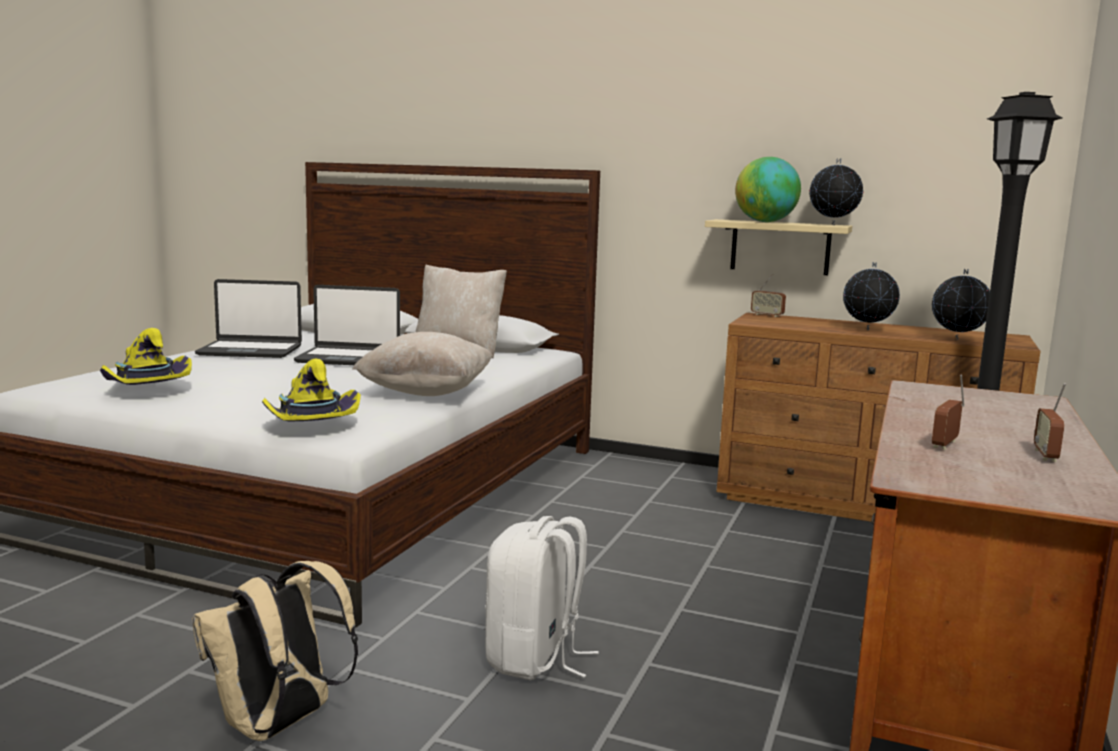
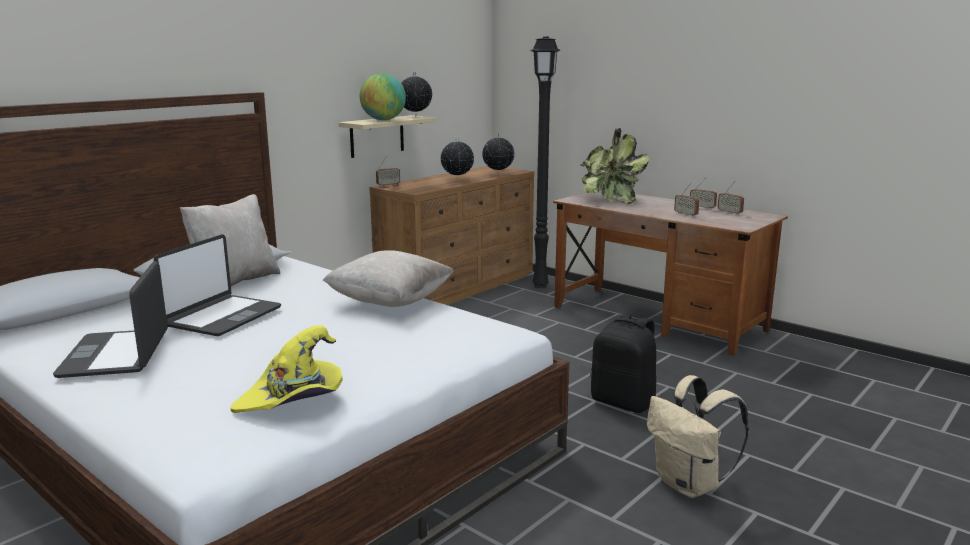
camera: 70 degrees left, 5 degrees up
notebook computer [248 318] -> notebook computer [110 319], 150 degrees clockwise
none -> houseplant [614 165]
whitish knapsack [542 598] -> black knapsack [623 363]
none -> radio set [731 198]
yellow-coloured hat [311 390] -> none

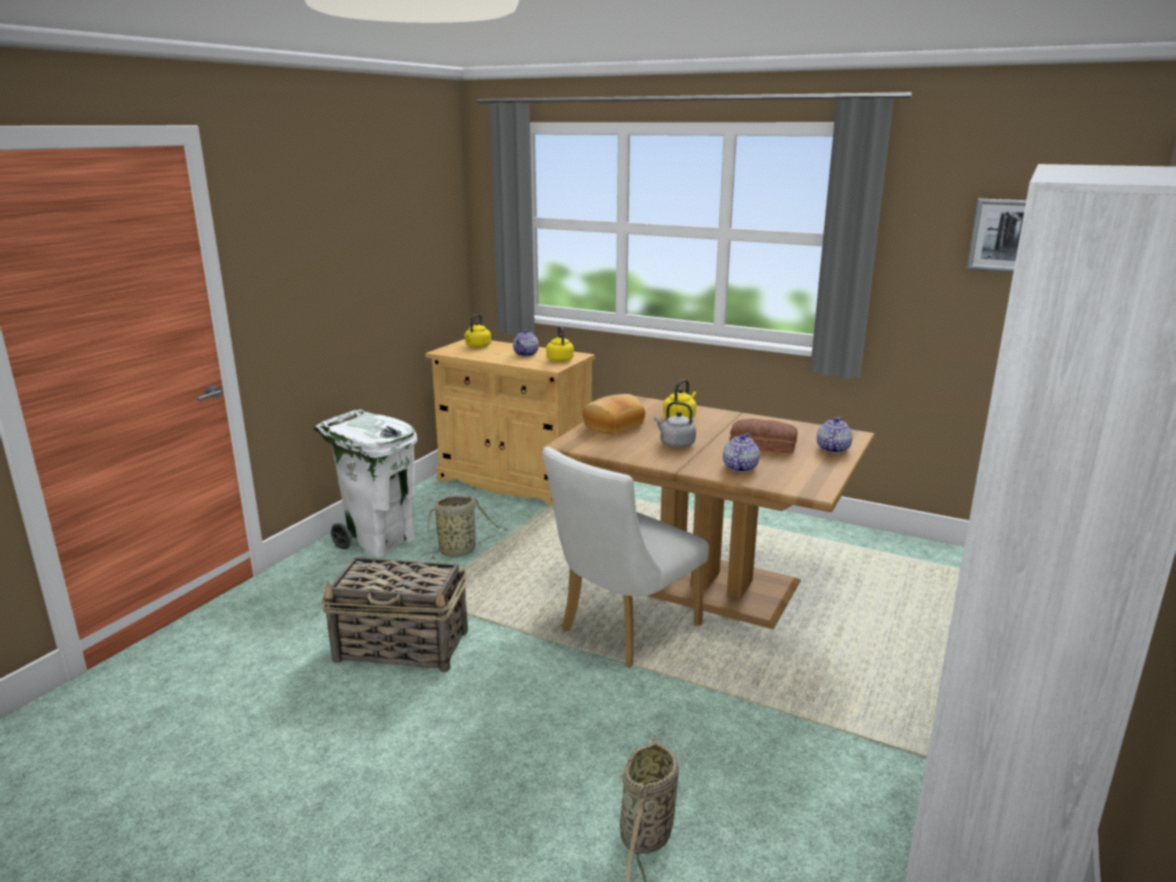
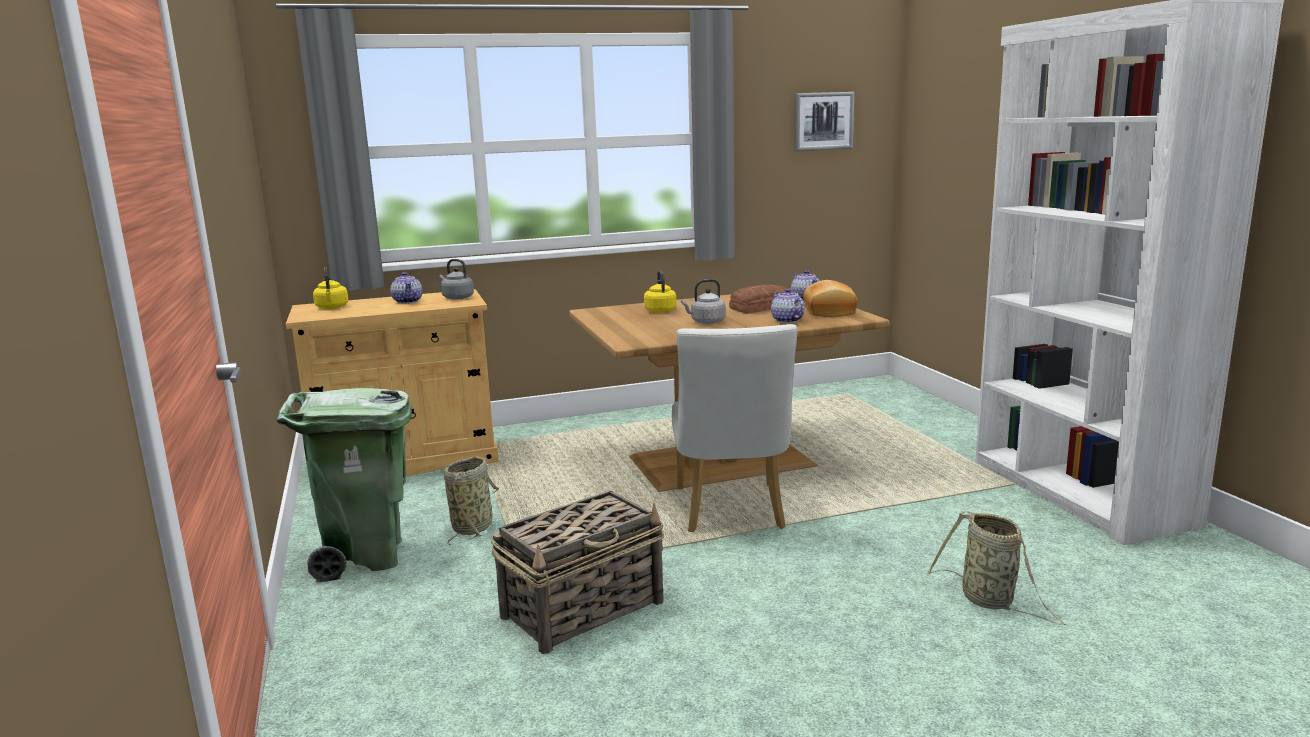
camera: 45 degrees left, 5 degrees down
whitish waste bin [365 483] -> greenish waste bin [344 485]
yellow-coloured tea kettle [560 344] -> greyish tea kettle [456 279]
bread [614 414] -> bread [830 298], moved

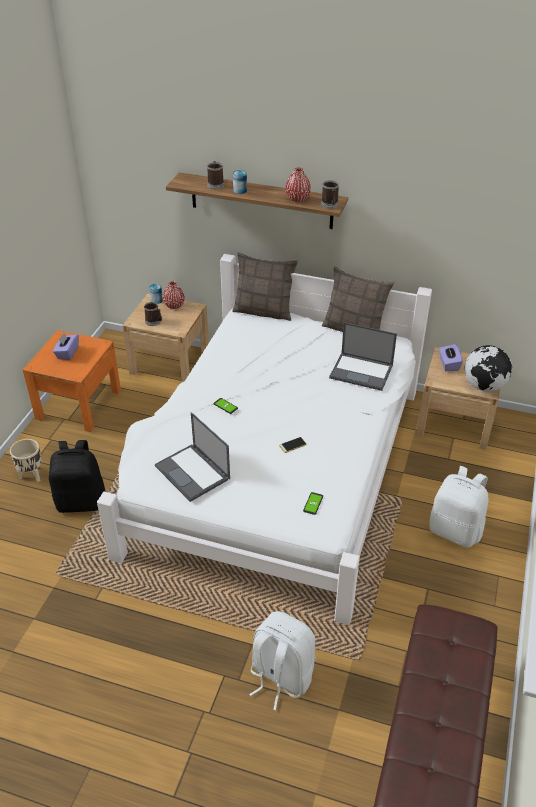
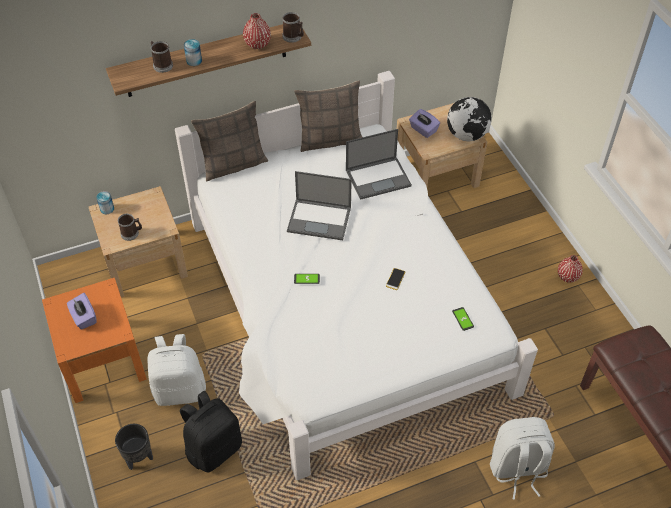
camera: 40 degrees left, 10 degrees up
beige plant pot [26 460] -> black plant pot [134 447]
whitish knapsack [458 507] -> whitish knapsack [176 370], moved
notebook computer [192 457] -> notebook computer [319 205], moved
red decorative vase [174 295] -> red decorative vase [570 269], moved

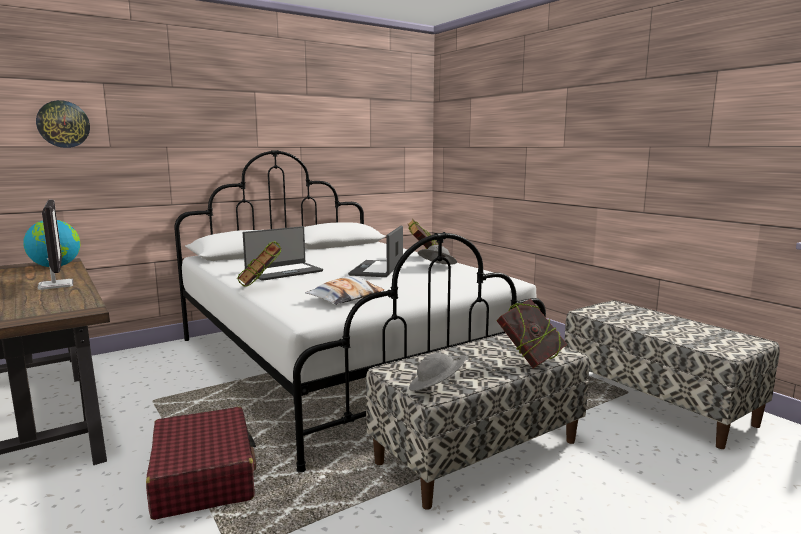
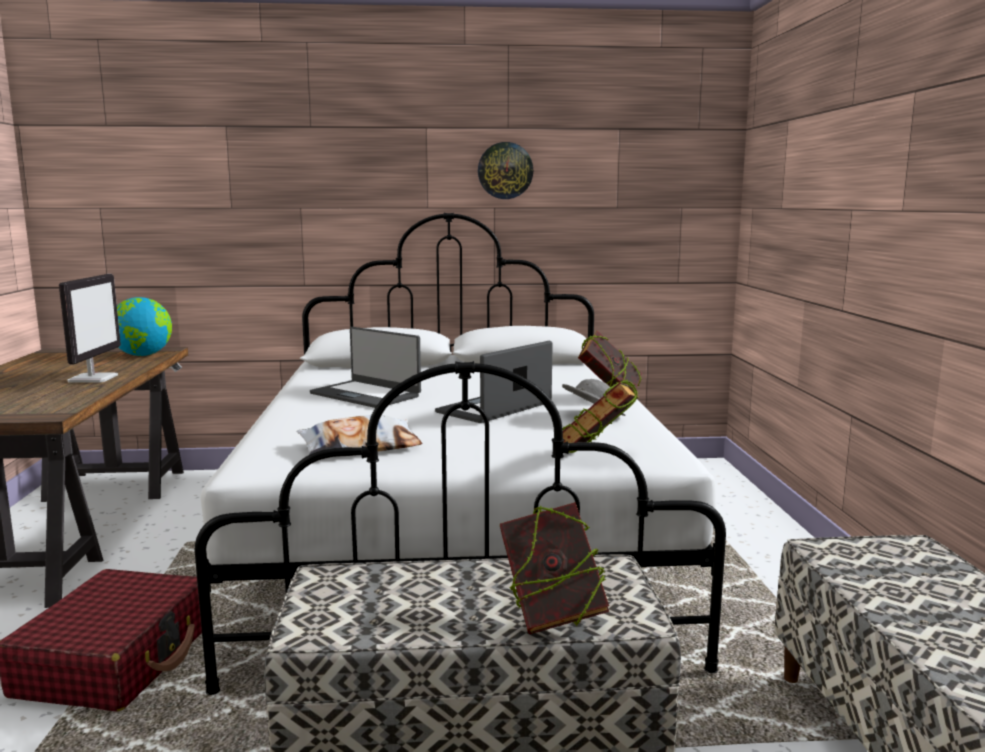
camera: 30 degrees right, 0 degrees up
notebook computer [283 253] -> notebook computer [365 367], 45 degrees clockwise
clock on the wall [63 124] -> clock on the wall [505 170], moved
volume [259 263] -> volume [601 416], moved
greyish hat [437 372] -> none

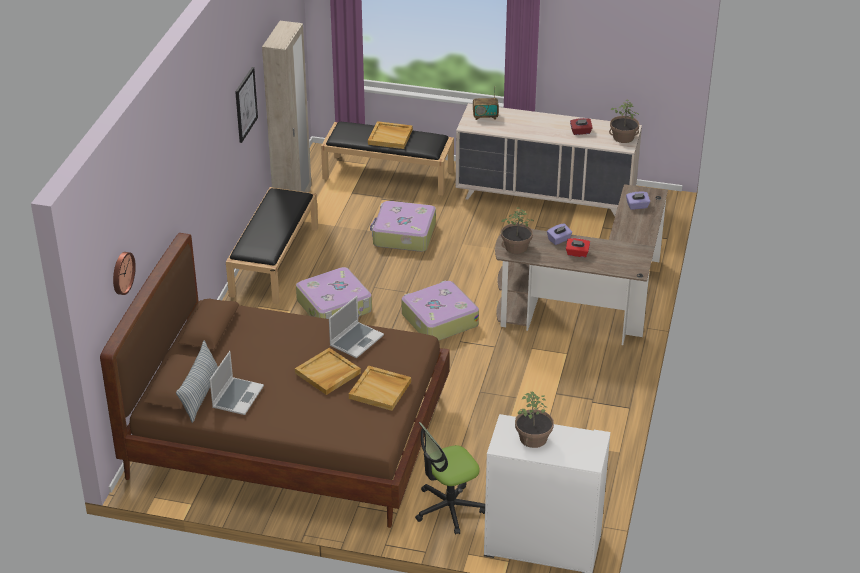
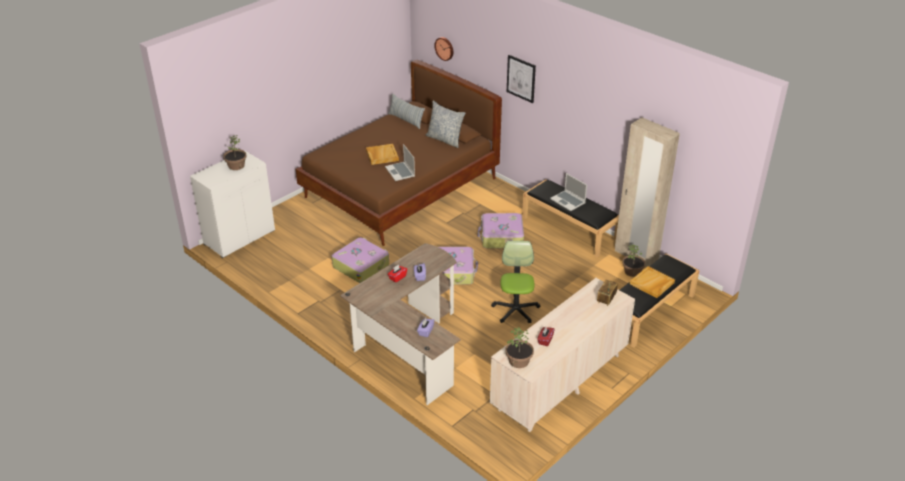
camera: 120 degrees right, 0 degrees up
piece of luggage [403 226] -> piece of luggage [360 260], moved
none -> throw pillow [445 124]
computer chair [450 478] -> computer chair [515 282], moved
wall art [246 105] -> wall art [521 79], moved
notebook computer [237 383] -> notebook computer [568 192], moved
houseplant [517 230] -> houseplant [633 260], moved
beige tray [380 388] -> none

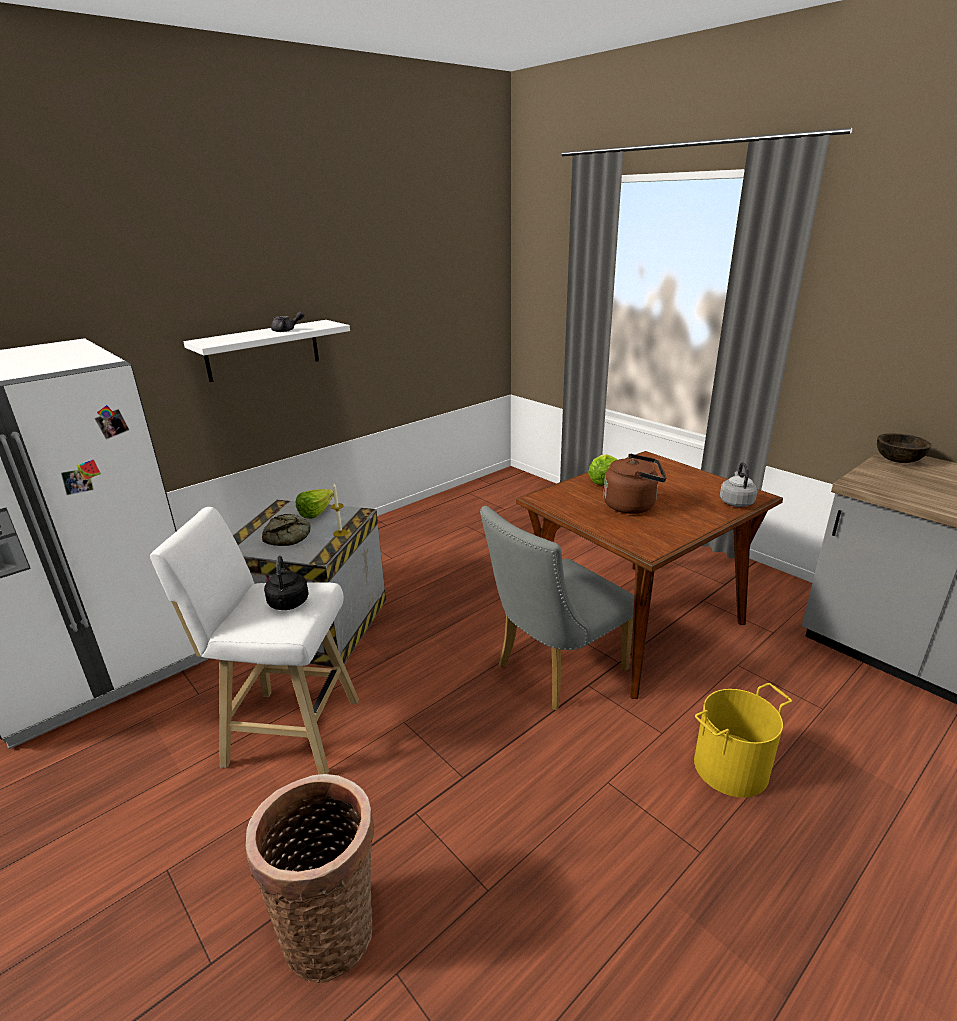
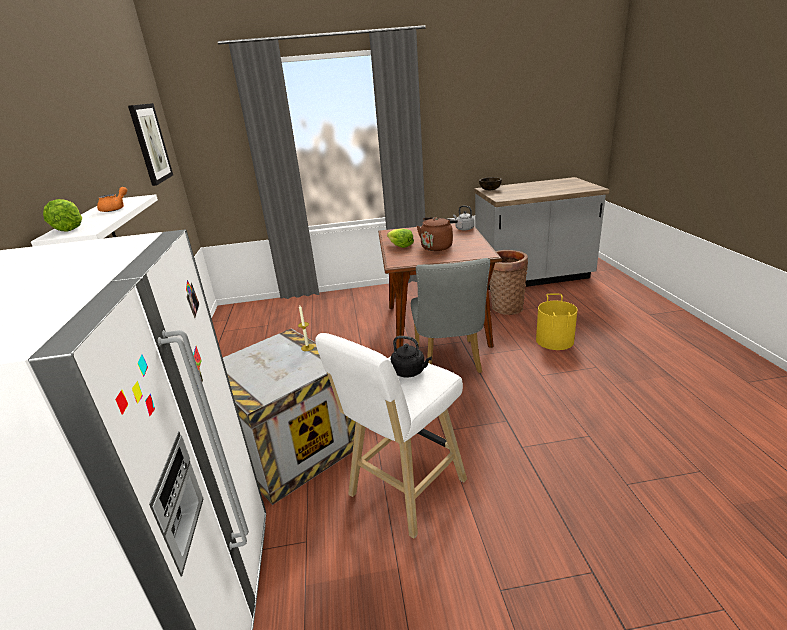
camera: 55 degrees left, 0 degrees up
lettuce [315 504] -> lettuce [62 215], moved
greyish pot for tea [287 321] -> orangey pot for tea [112 199]
none -> wall art [150 144]
storage basket [310 878] -> storage basket [508 282], moved
bread [286 530] -> none

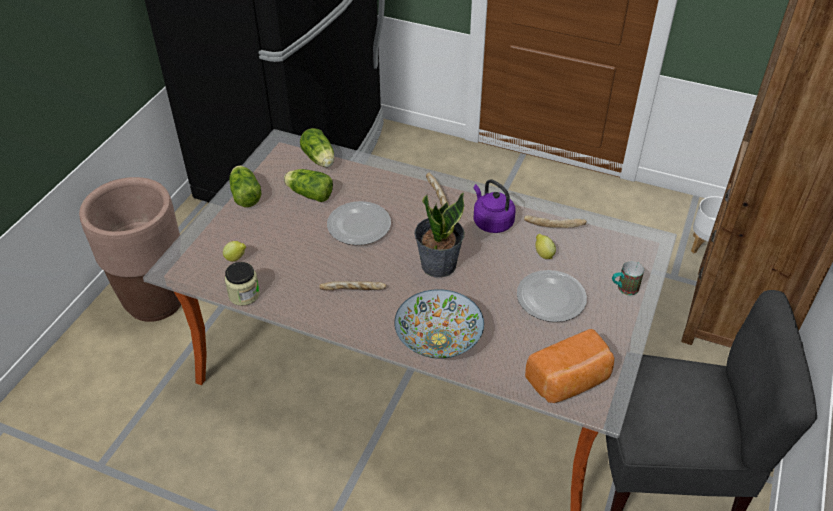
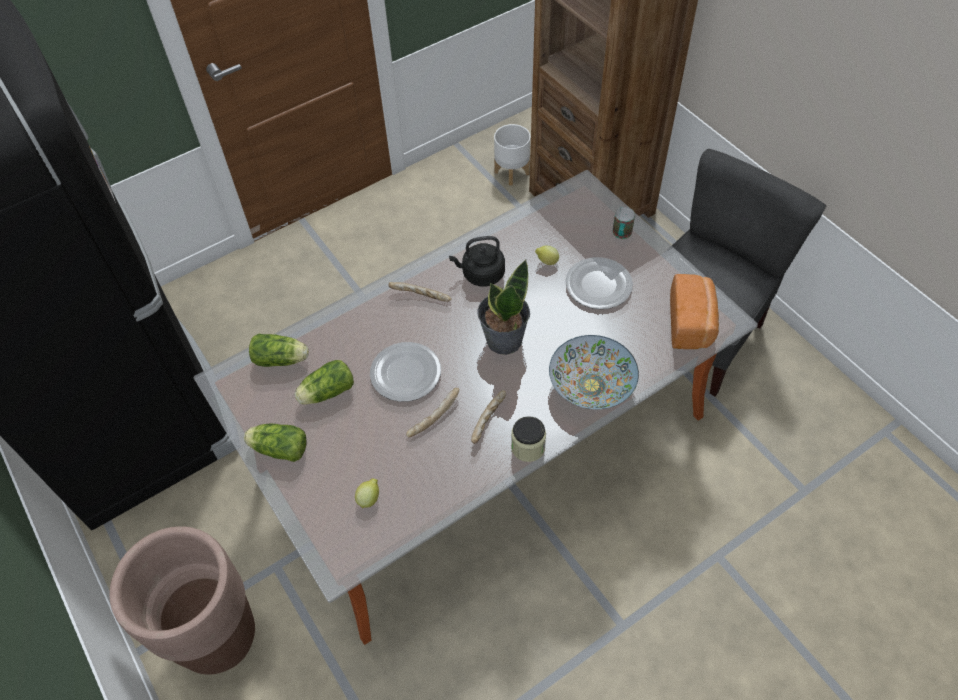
camera: 55 degrees left, 10 degrees up
bread [555 221] -> bread [432 412], moved
purple-coloured tea kettle [494 206] -> black tea kettle [477 261]
jar [242 284] -> jar [528 439], moved

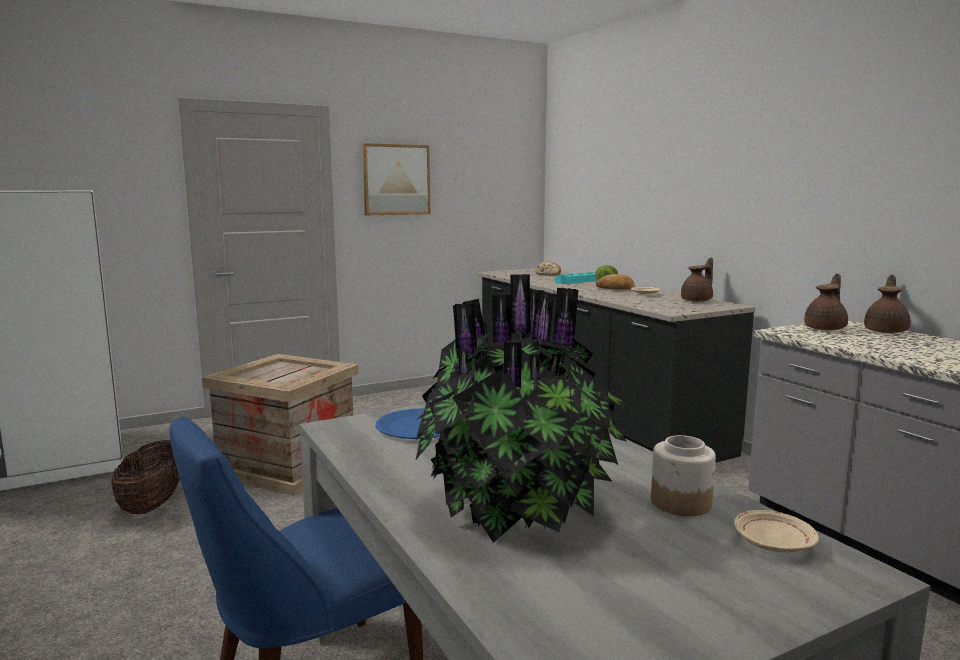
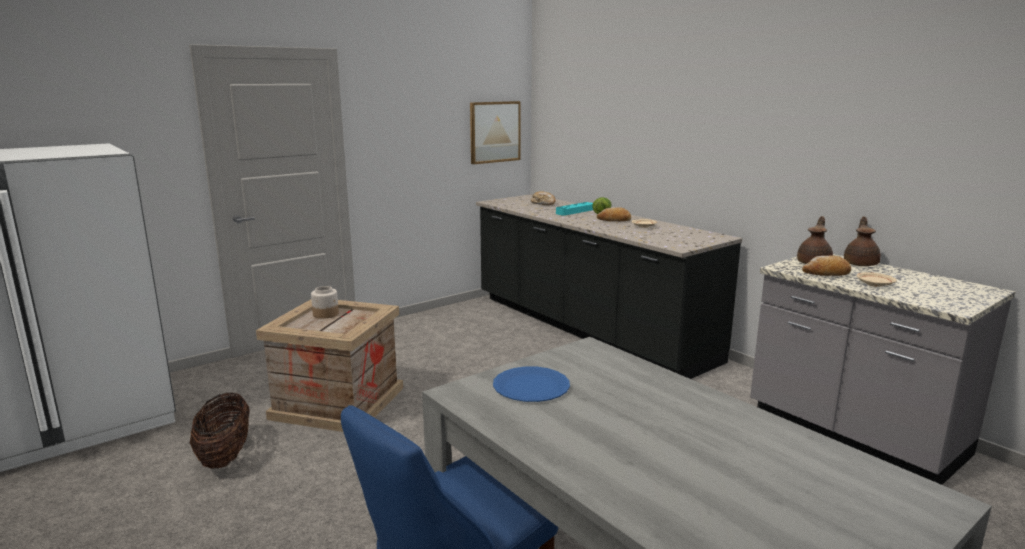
camera: 10 degrees left, 5 degrees up
jar [683 475] -> jar [325 302], moved
wall art [396 179] -> wall art [495 132], moved
none -> bread [826 265]
beige plate [776 531] -> beige plate [877 279], moved
houseplant [522 408] -> none
brownish pot for tea [697 279] -> none

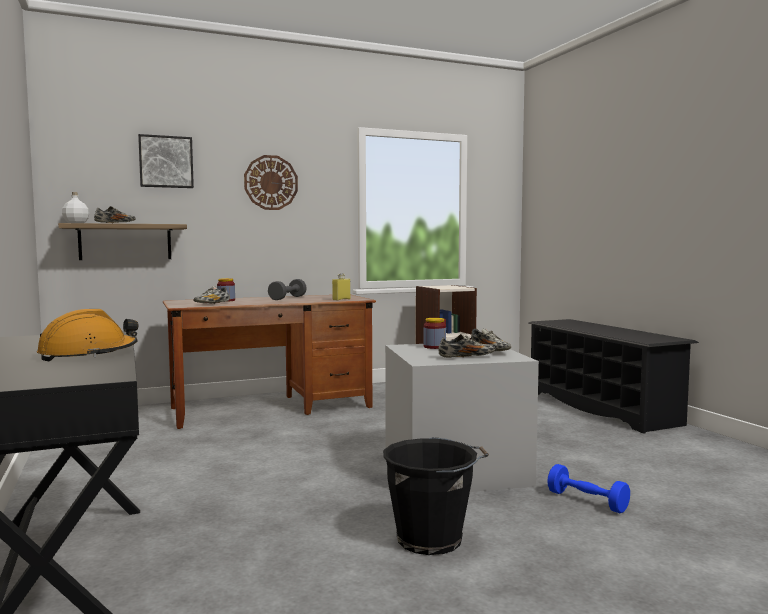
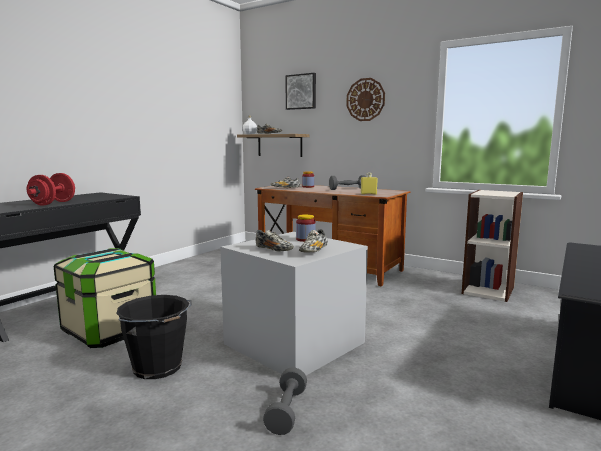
camera: 55 degrees right, 5 degrees up
orangey safety helmet [87 335] -> red free weight [51 189]
none -> storage box [105 298]
blue free weight [588 488] -> greyish free weight [285 401]

